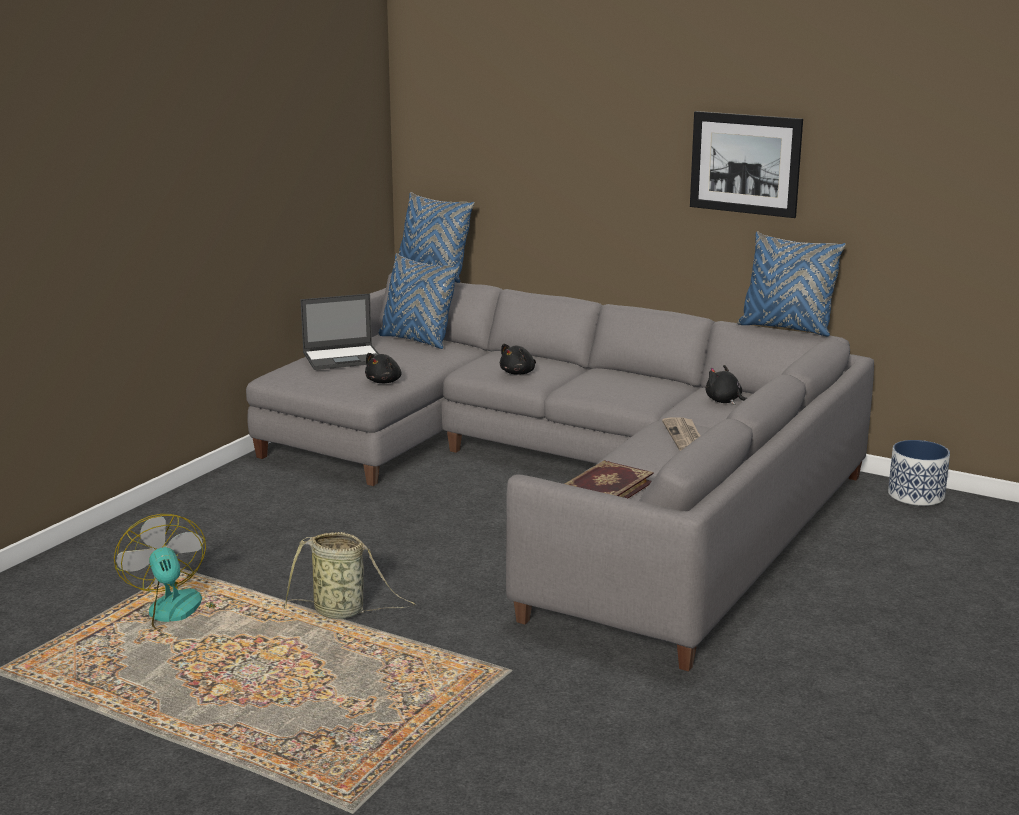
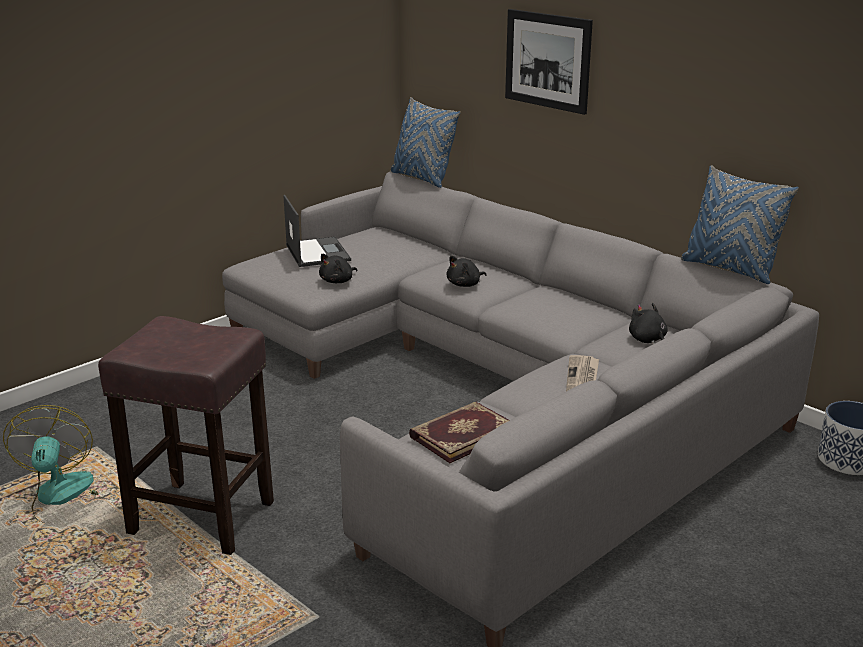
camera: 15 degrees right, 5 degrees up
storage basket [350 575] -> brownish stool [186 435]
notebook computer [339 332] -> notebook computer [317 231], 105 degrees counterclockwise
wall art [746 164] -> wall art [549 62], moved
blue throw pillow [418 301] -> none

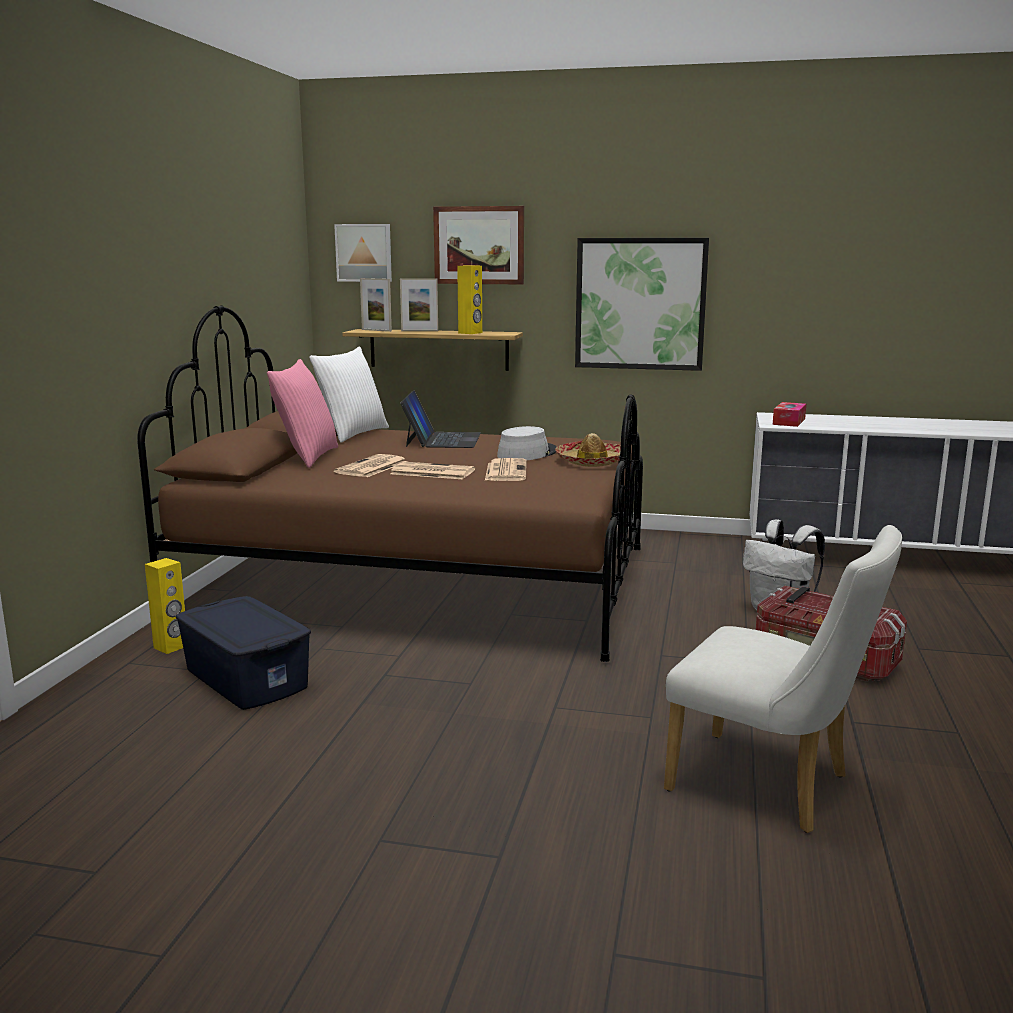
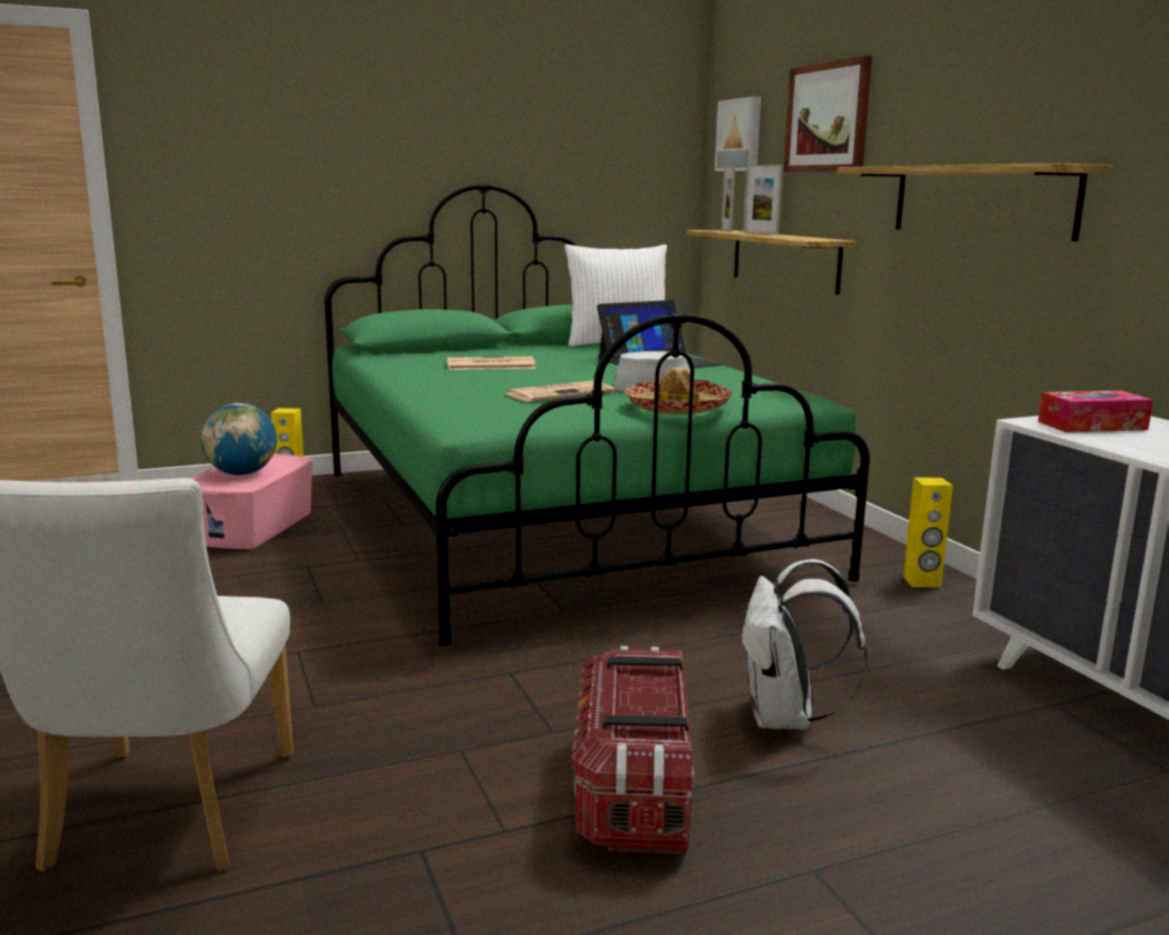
camera: 55 degrees right, 0 degrees up
blue storage box [243 653] -> pink storage box [252 501]
none -> world globe [239 439]
brownish bed [390 483] -> greenish bed [597 414]
wall art [642 304] -> wall shelf [974 202]
yellow-coloured loudspeaker [469 299] -> yellow-coloured loudspeaker [928 532], moved
pink throw pillow [302 413] -> none
daily paper [432 470] -> none

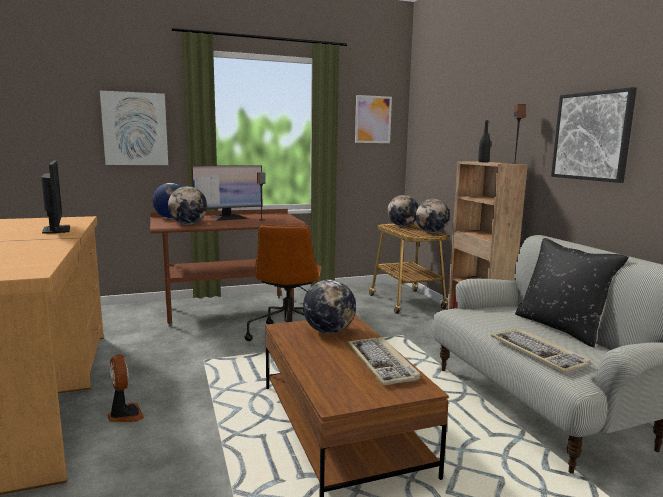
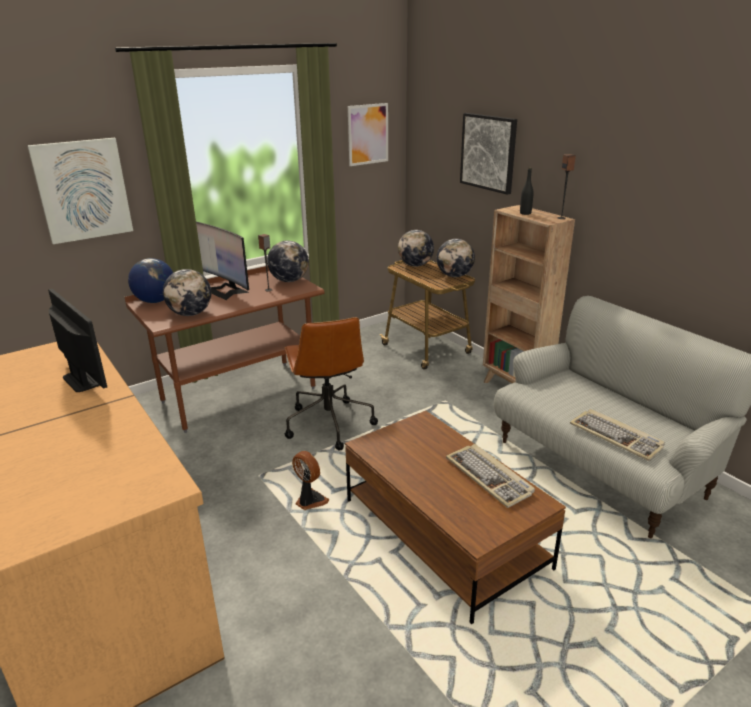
camera: 15 degrees left, 15 degrees up
computer screen [227 193] -> computer screen [223 261], 90 degrees clockwise
world globe [329 306] -> world globe [288 261], moved
electric fan [125 388] -> electric fan [311 480], moved
wall art [594 135] -> wall art [488 154], moved
black throw pillow [572 292] -> none

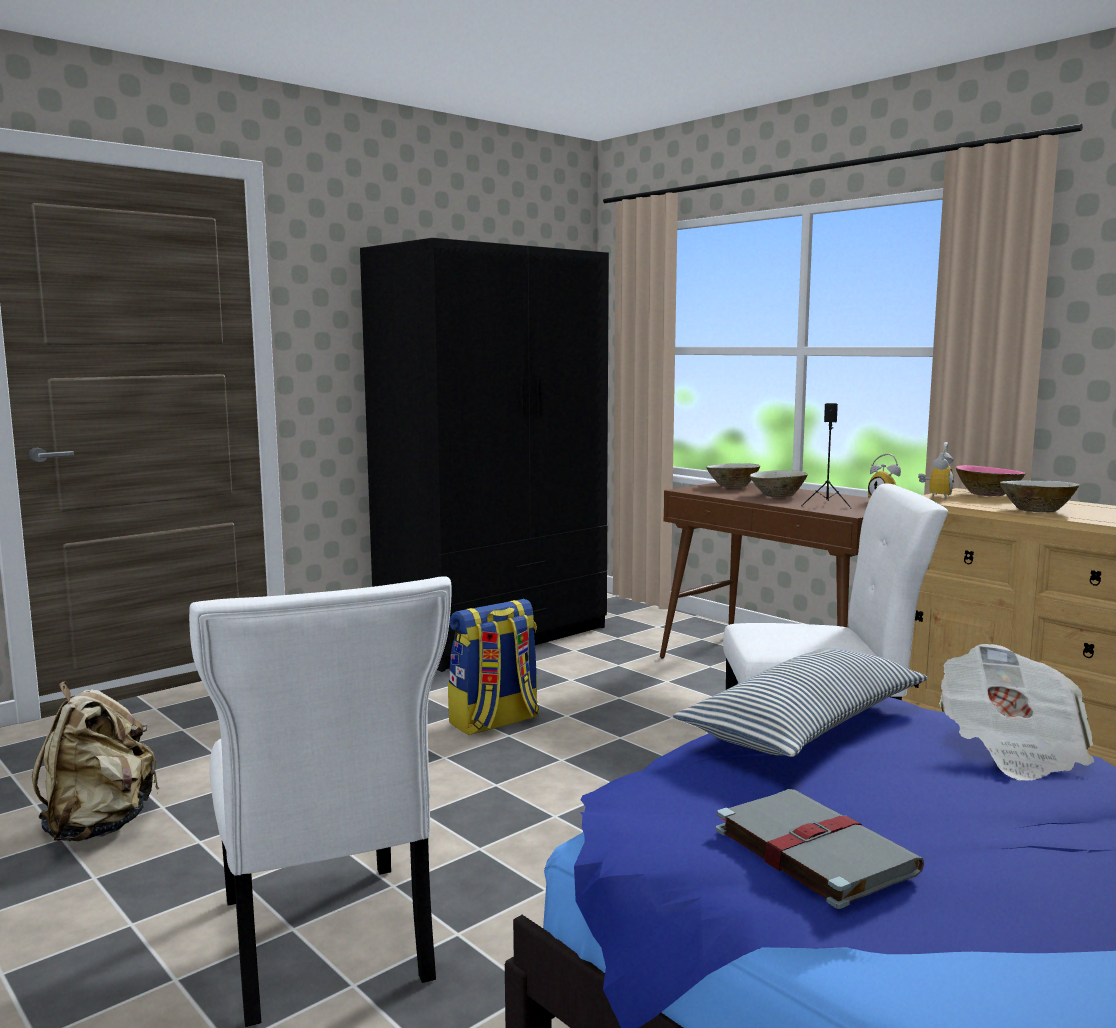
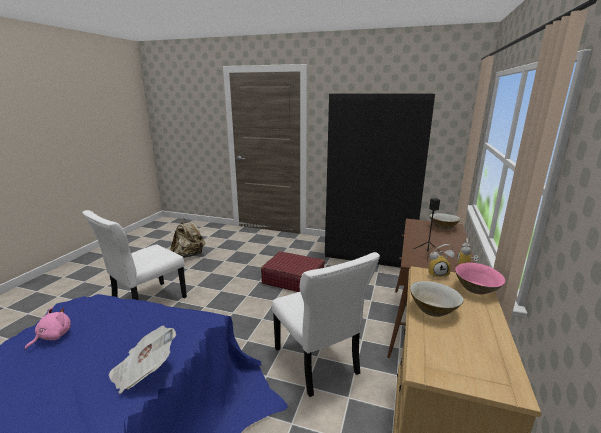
camera: 60 degrees right, 10 degrees up
greyish volume [820 849] -> pink soft toy [48 328]
knapsack [493 667] -> red piece of luggage [293 271]
throw pillow [800 702] -> none
beige bowl [779 483] -> none

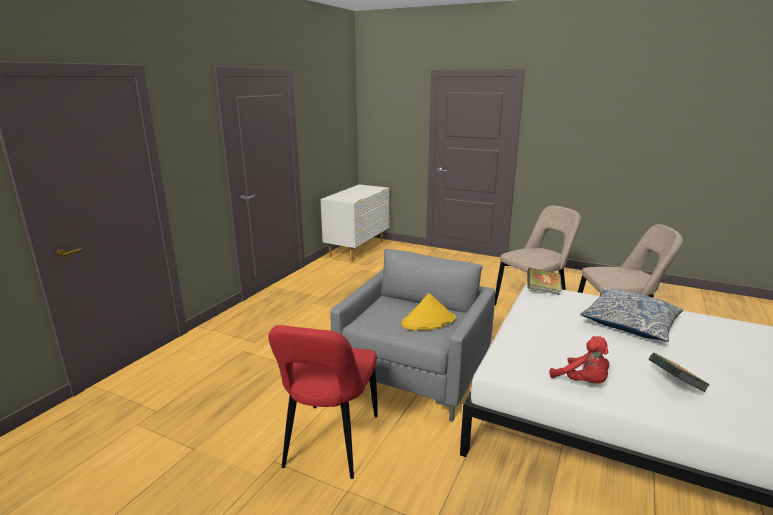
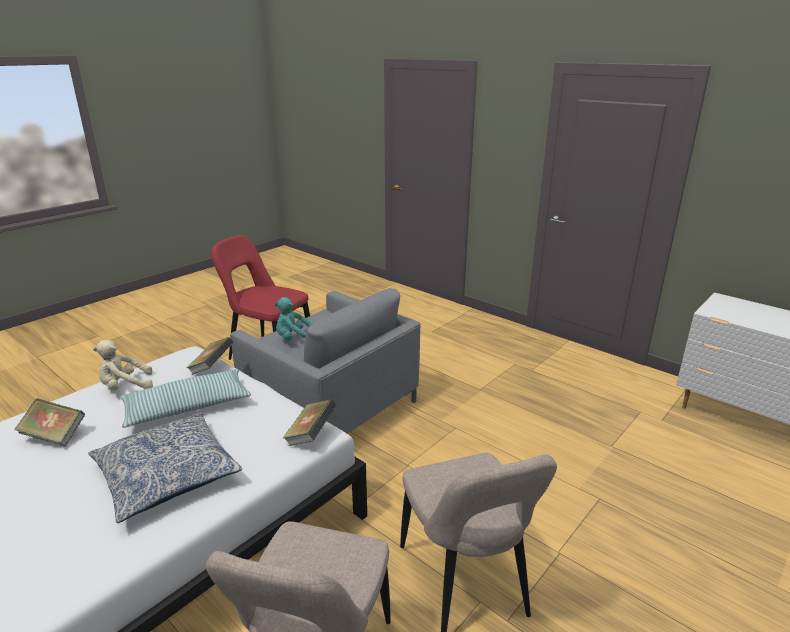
camera: 105 degrees right, 5 degrees up
red soft toy [579 359] -> beige soft toy [123 365]
none -> throw pillow [185 398]
none -> volume [210 356]
yellow-coloured hat [428 312] -> blue-green soft toy [293 319]

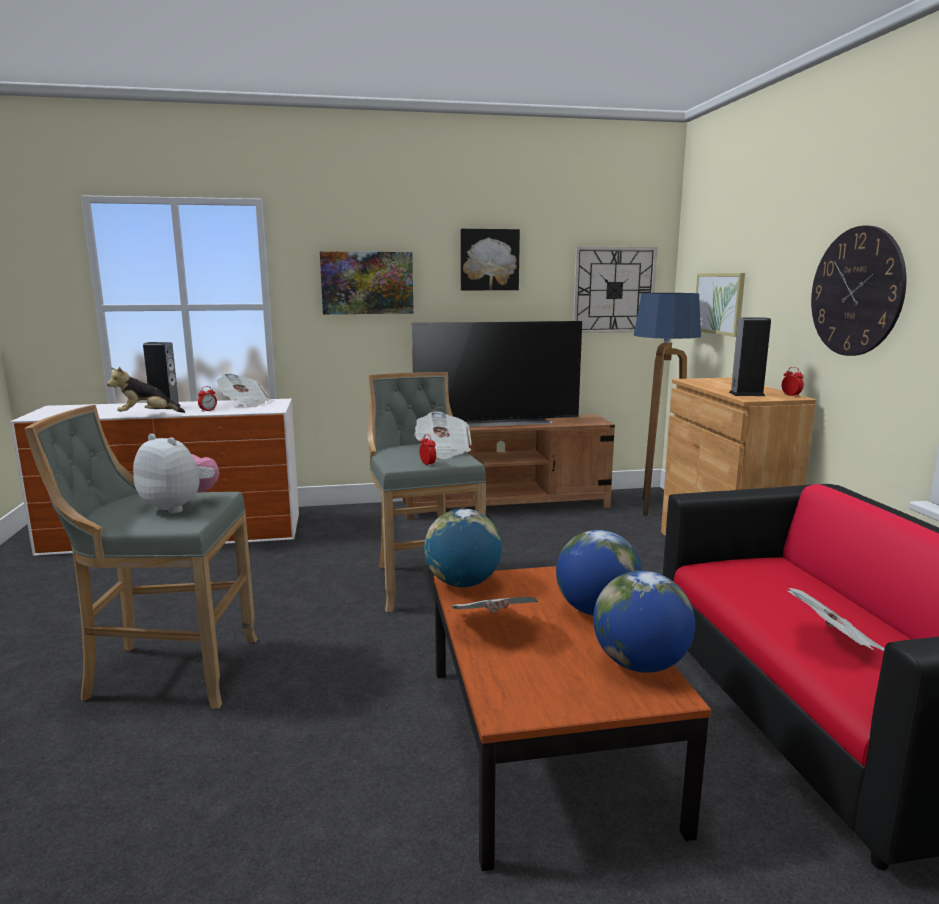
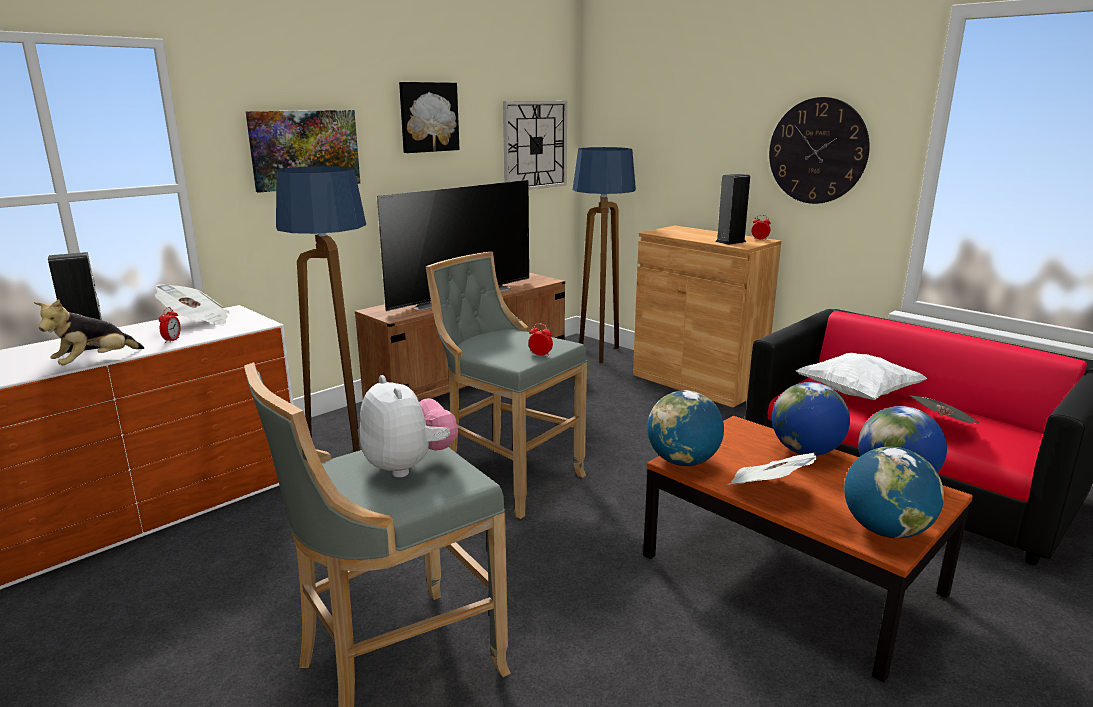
camera: 35 degrees left, 5 degrees up
none -> standard lamp [321 309]
soft toy [176 473] -> soft toy [409 426], 60 degrees clockwise
none -> whitish throw pillow [861 376]
none -> world globe [894 492]
daily paper [442 435] -> none
wall art [720 305] -> none

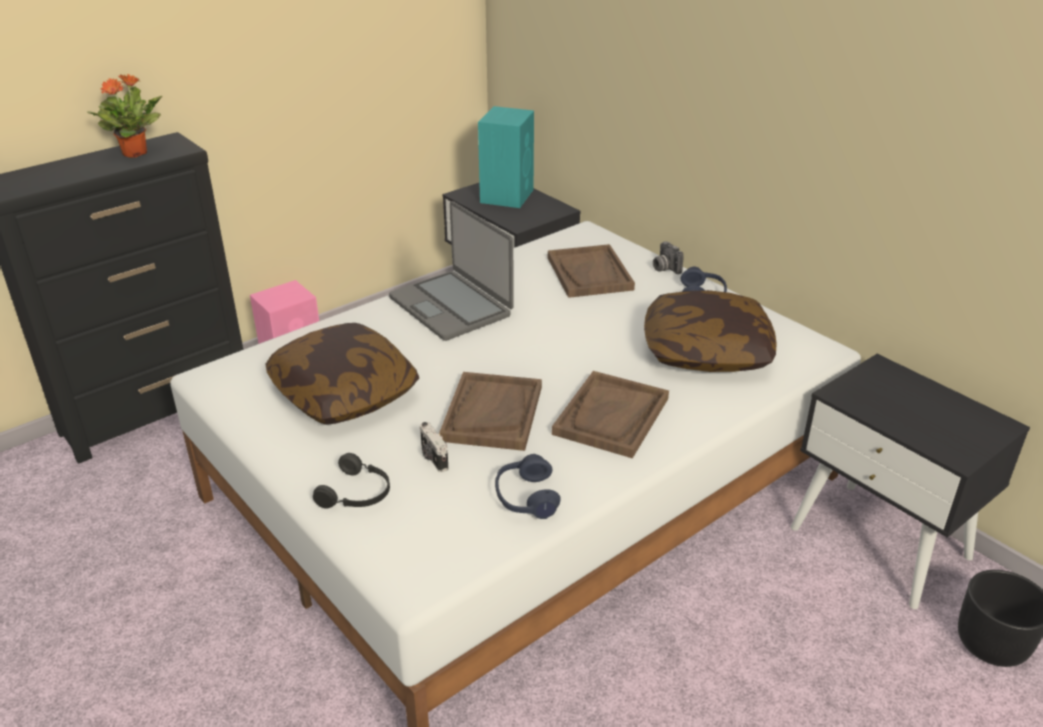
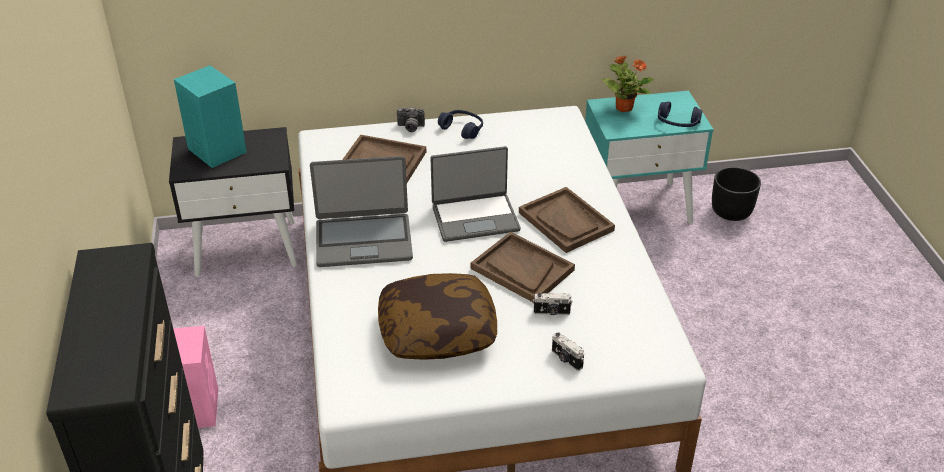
camera: 60 degrees left, 5 degrees up
none -> notebook computer [475 194]
black headphones [351 481] -> photo camera [568 351]
black bedside table [910 481] -> blue-green bedside table [649 157]
houseplant [124 116] -> houseplant [627 84], moved
blue headphones [528 486] -> blue headphones [680 114], moved
throw pillow [710 331] -> none

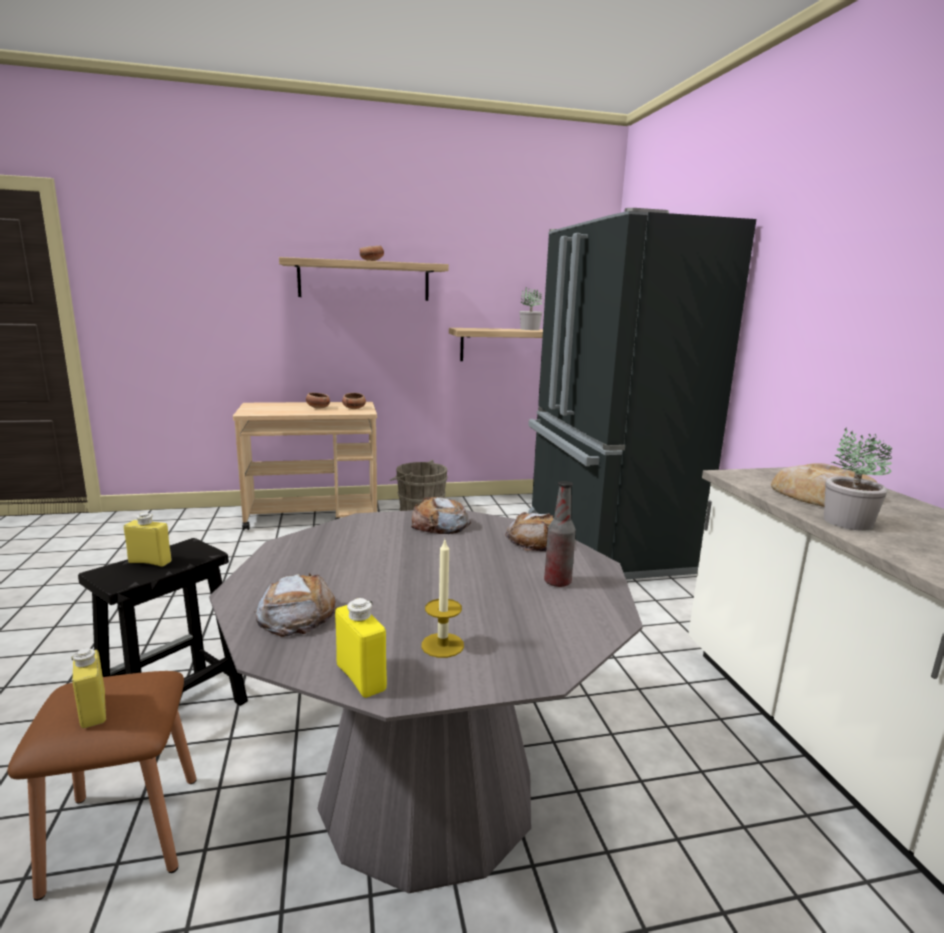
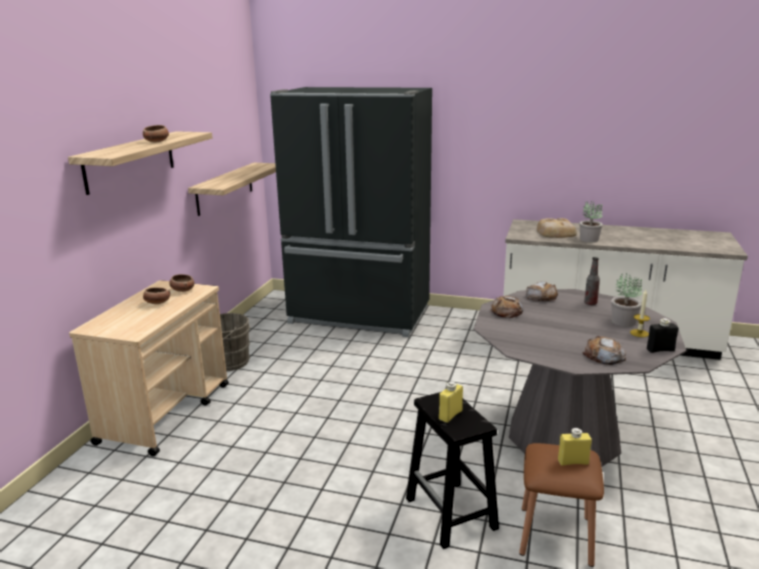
camera: 60 degrees left, 5 degrees up
houseplant [531 309] -> houseplant [626 300], moved
yellow-coloured beverage bottle [361 648] -> black beverage bottle [663 335]

